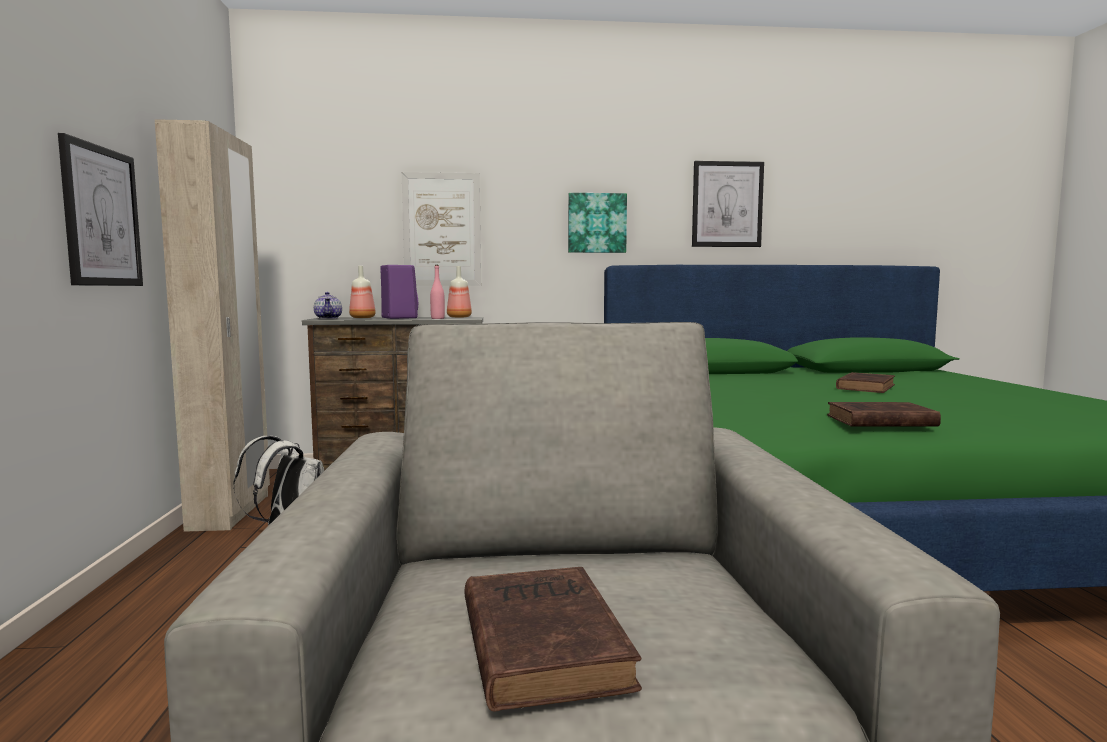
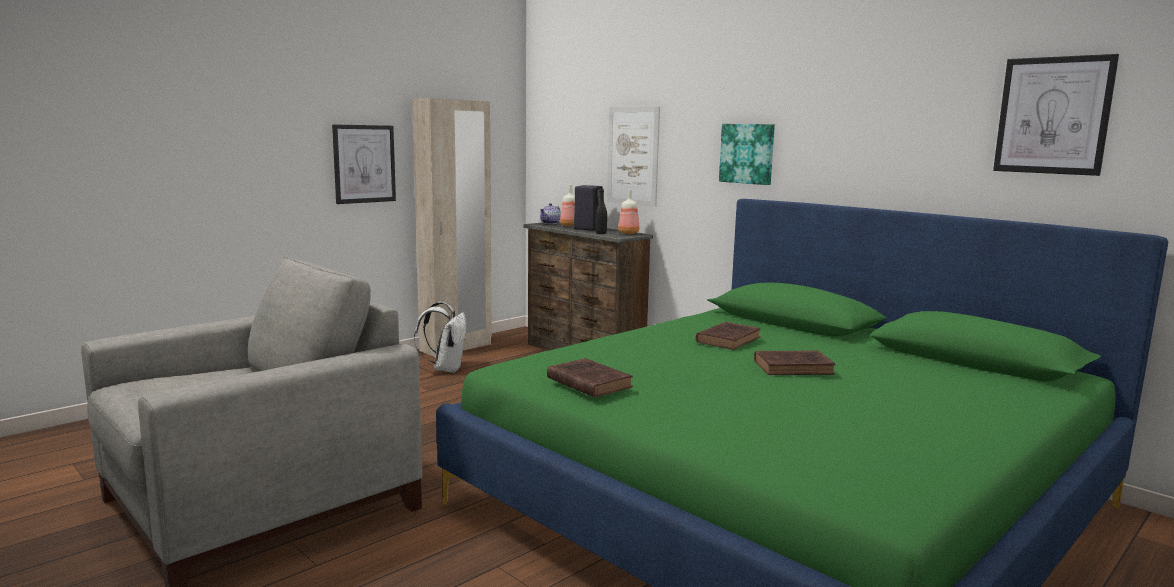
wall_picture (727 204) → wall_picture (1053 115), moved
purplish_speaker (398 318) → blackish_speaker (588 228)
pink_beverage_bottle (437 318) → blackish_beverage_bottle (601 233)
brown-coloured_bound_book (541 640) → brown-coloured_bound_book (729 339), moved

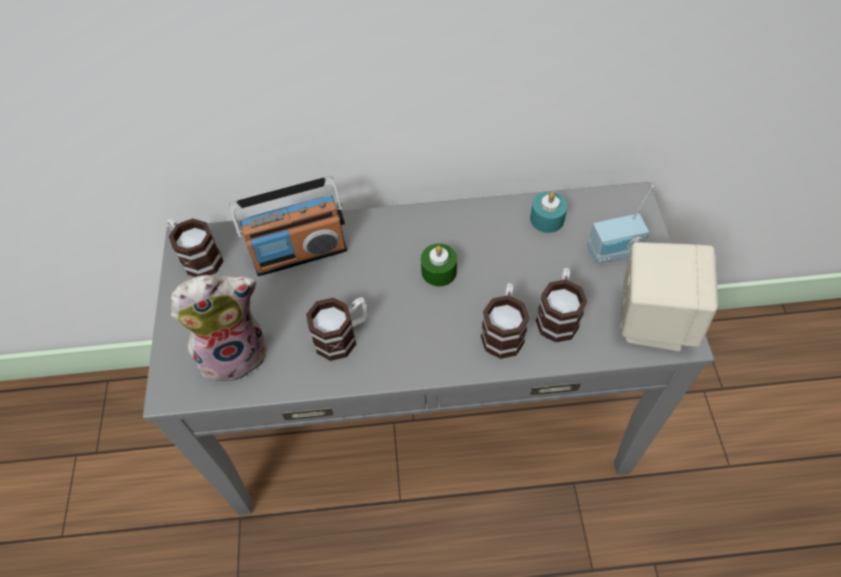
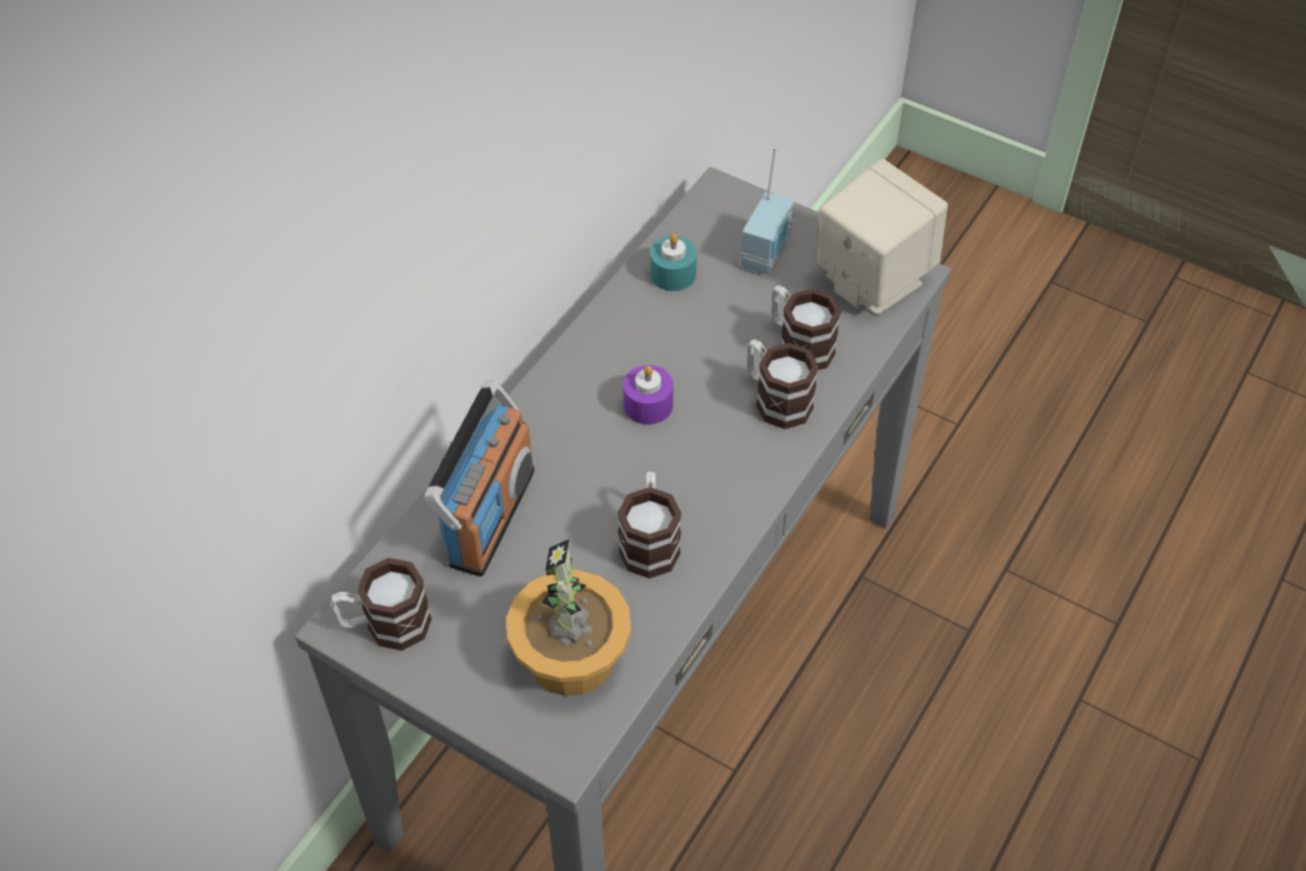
greenish_wax_light (439 271) → purplish_wax_light (648 405)
plush_toy (235 352) → houseplant (573 657)

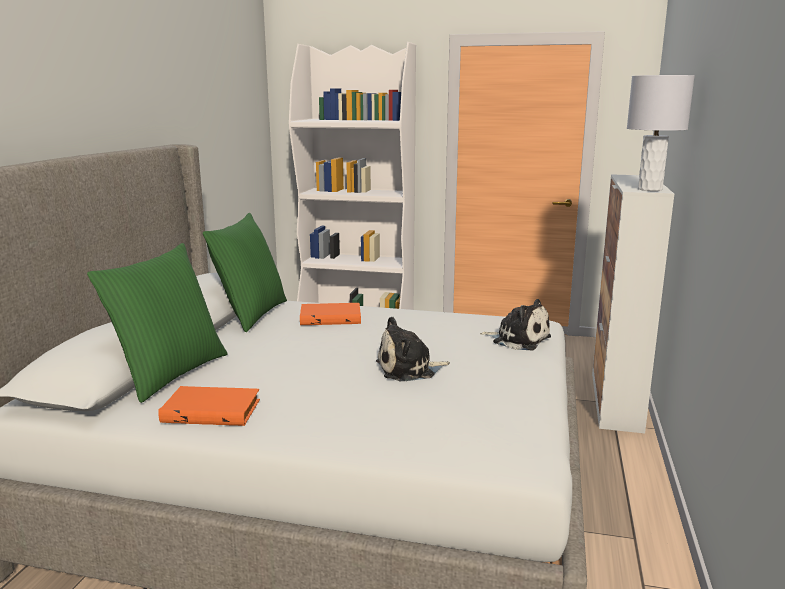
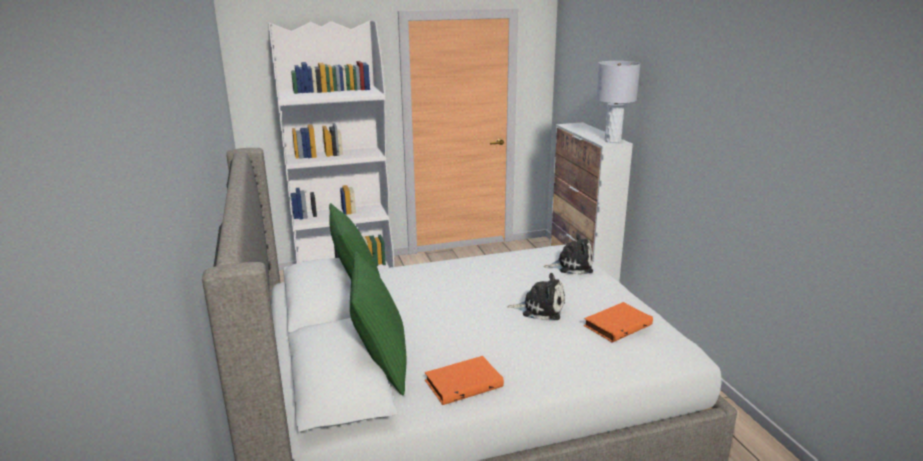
orange-coloured_bound_book (331 317) → orange-coloured_bound_book (616 324), moved
plush_toy (409 369) → plush_toy (540 309), 120 degrees counterclockwise

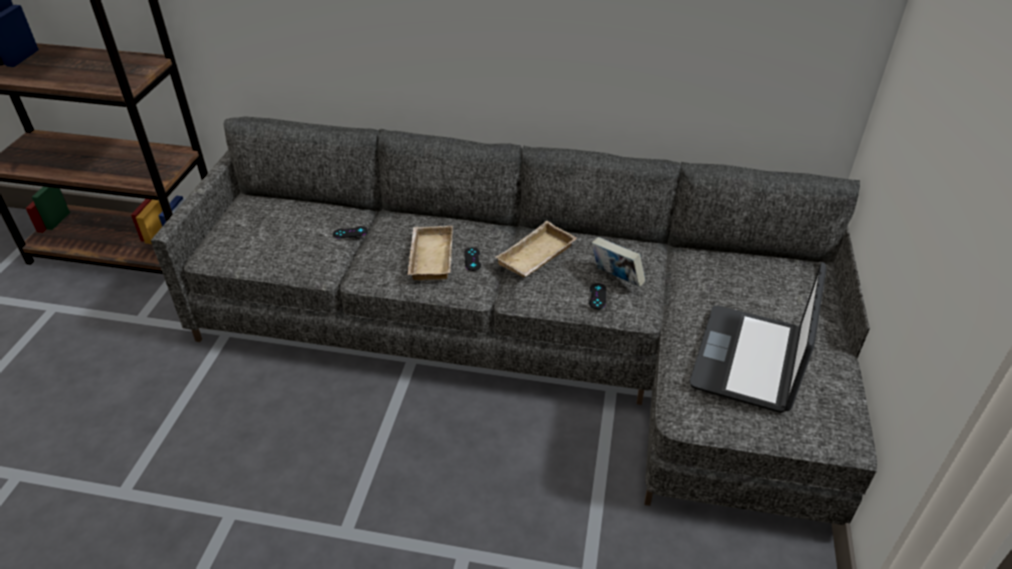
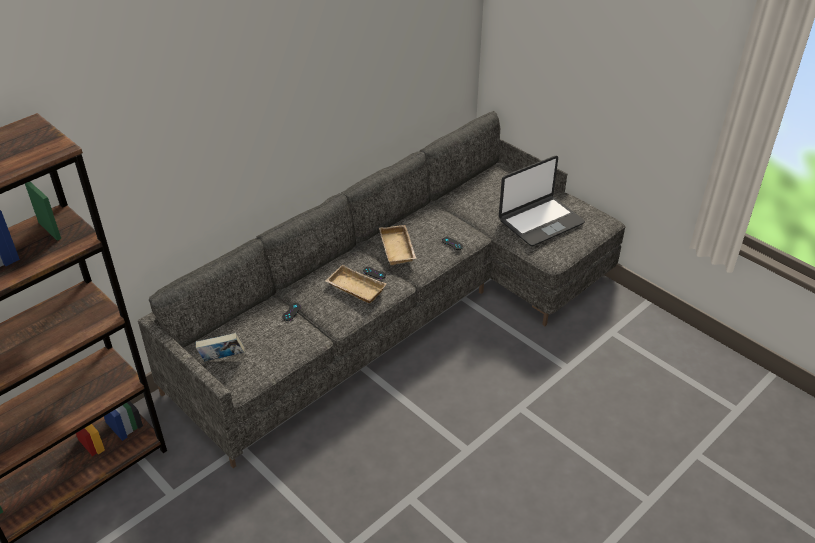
bound_book (616 279) → bound_book (222 359), moved
portable_computer (750 360) → portable_computer (540 221), 90 degrees counterclockwise

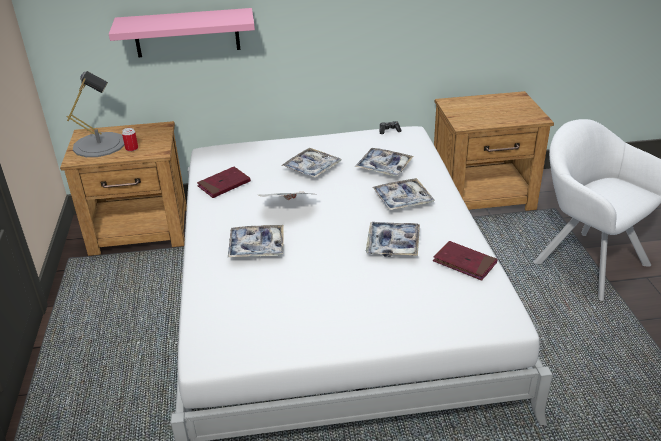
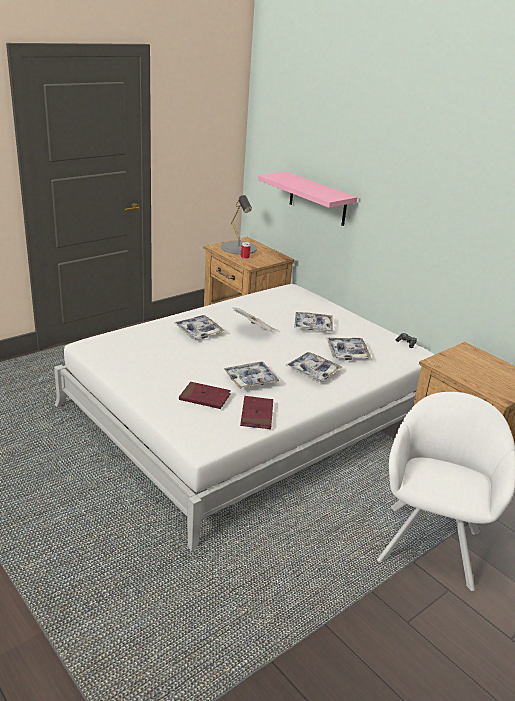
red-coloured_bound_book (224 184) → red-coloured_bound_book (205 397), moved

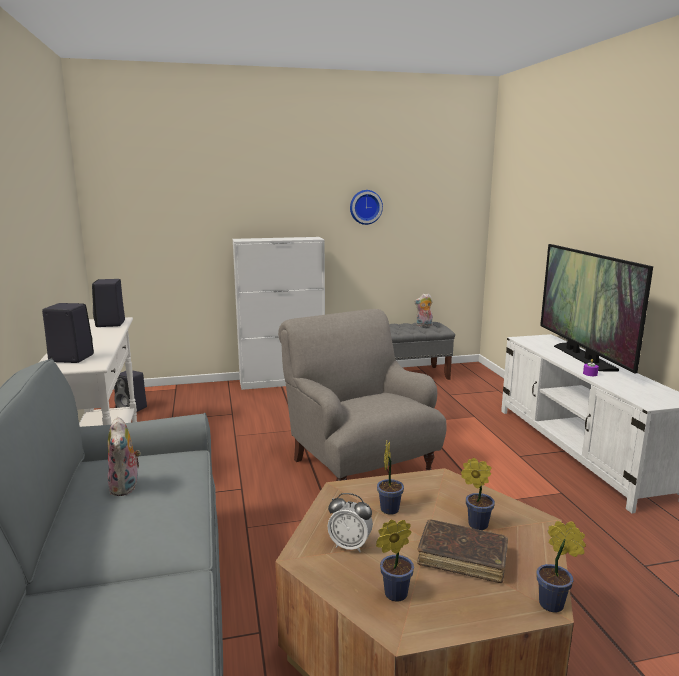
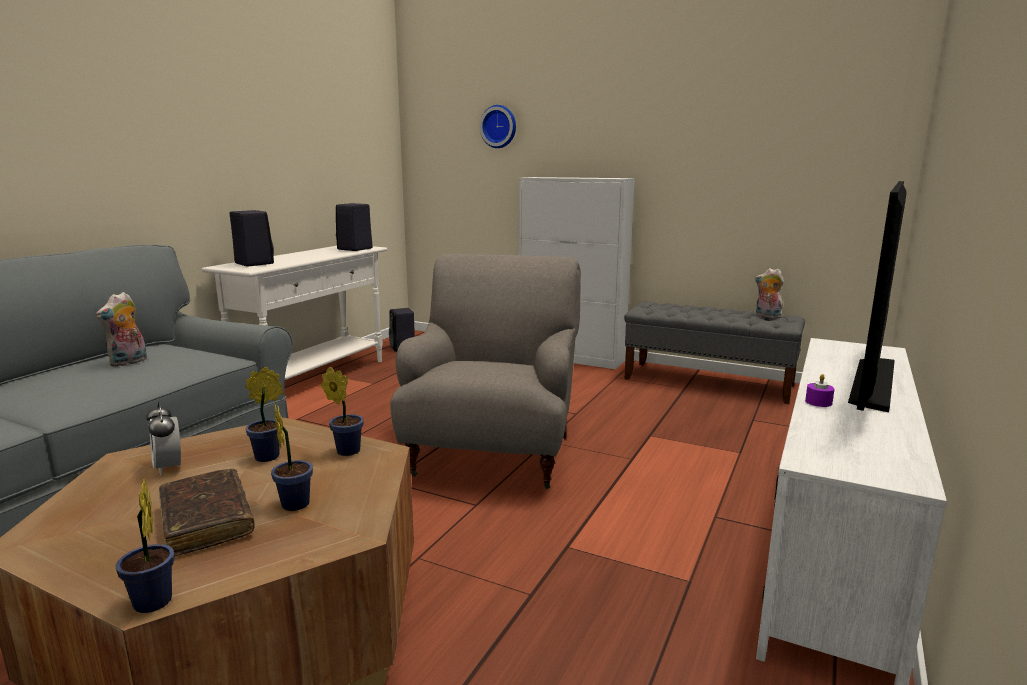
wall_clock (365 207) → wall_clock (499 126), moved
houseplant (392 594) → houseplant (346 450), moved

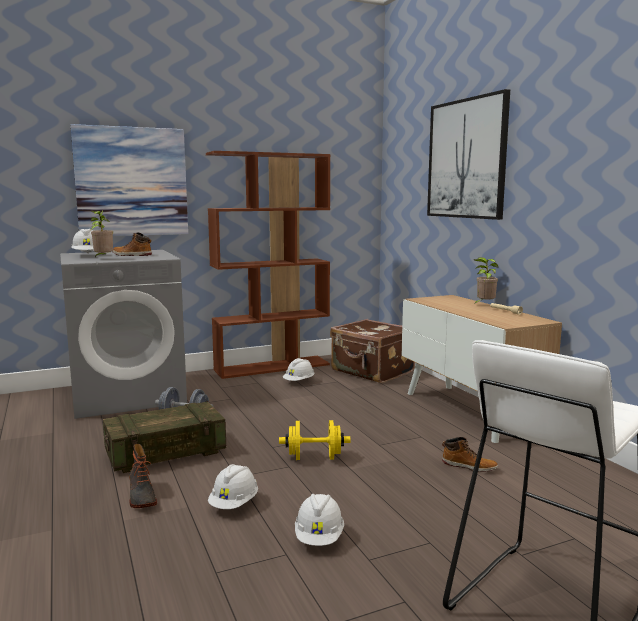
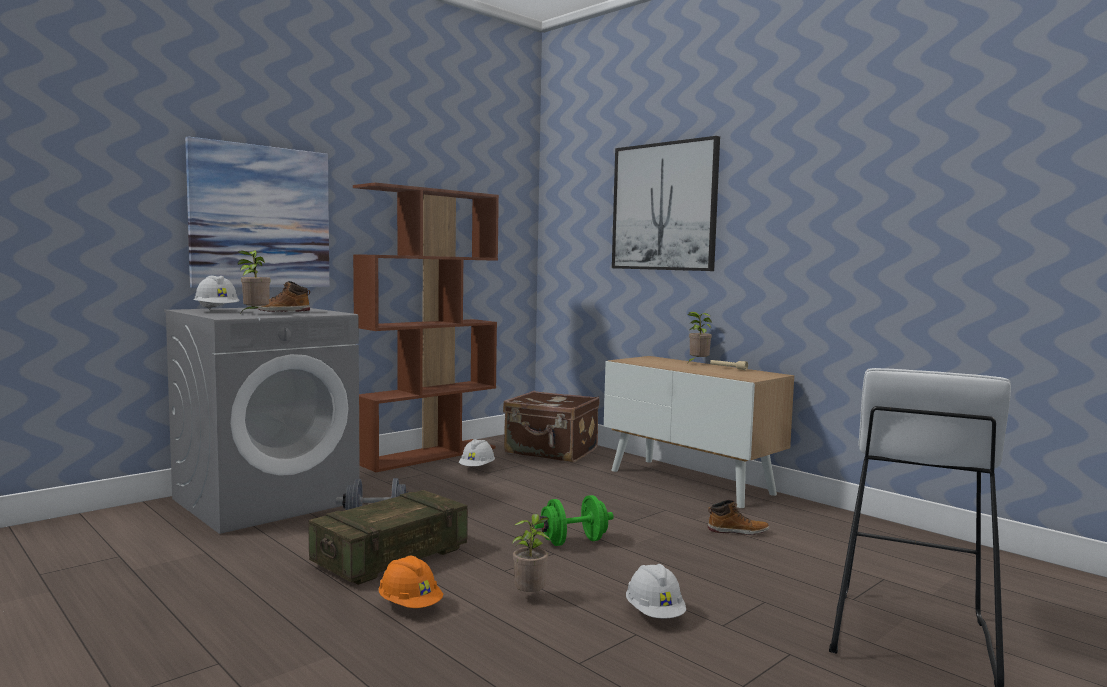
yellow_hand_weight (314 457) → greenish_hand_weight (573 541)
high-top_boot (141 497) → orange-coloured_hard_hat (410 605)
whitish_hard_hat (234 504) → houseplant (530 597)

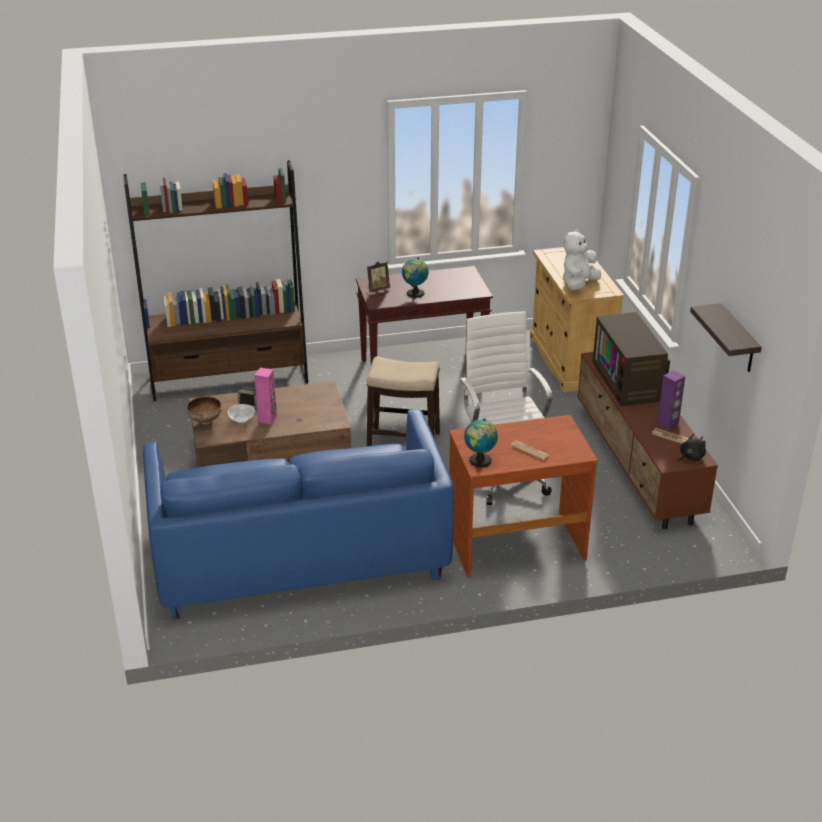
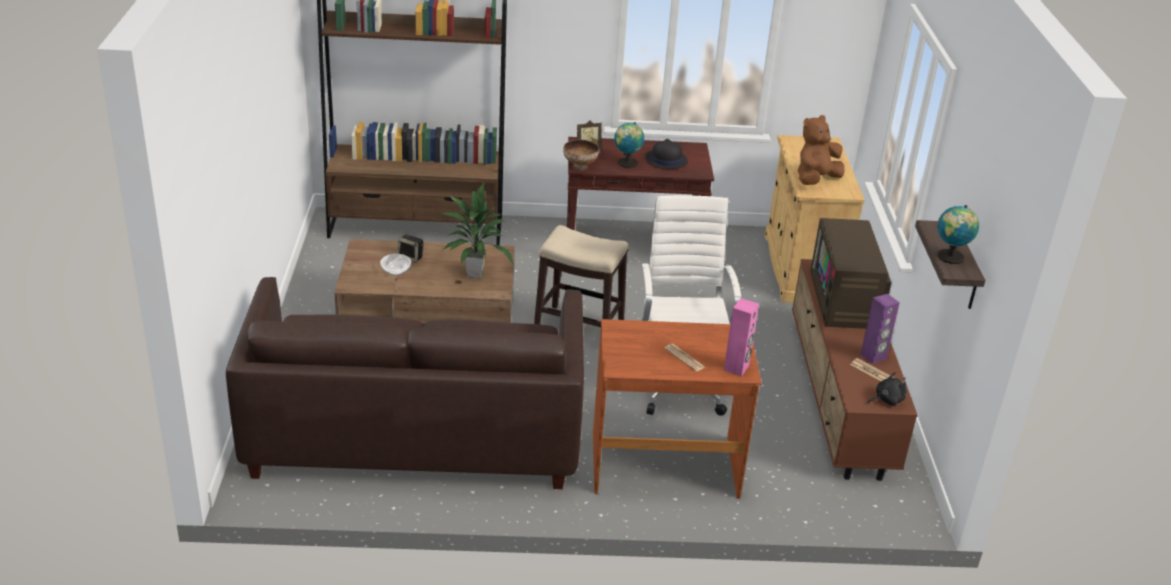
whitish_plush_toy (579 284) → brown-coloured_plush_toy (816 180)
pink_speaker (267 419) → pink_speaker (736 368), moved
deep_dish (206 422) → deep_dish (580 166), moved
bluish_sofa (299 556) → brown-coloured_sofa (415 434)
globe (479 461) → globe (950 257), moved
- → blackish_wearable_hat (666 160)
- → houseplant (474 274)

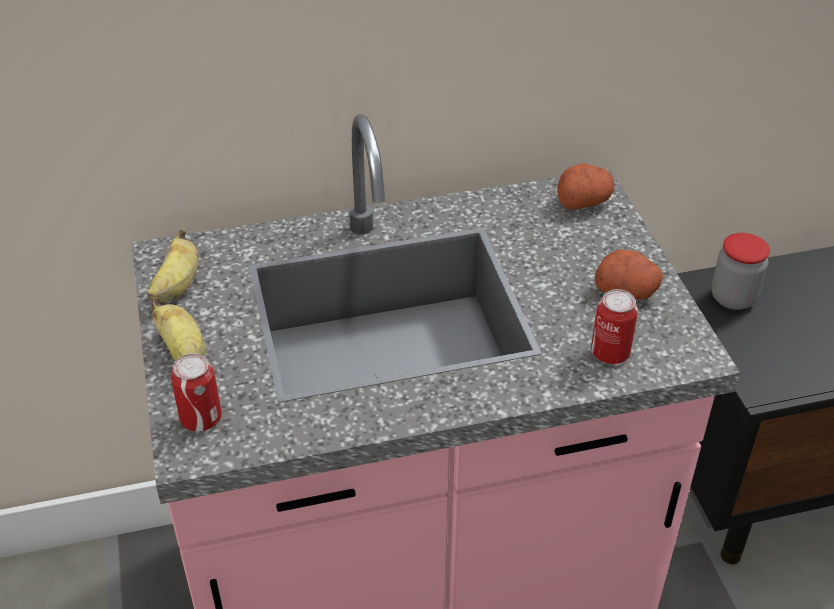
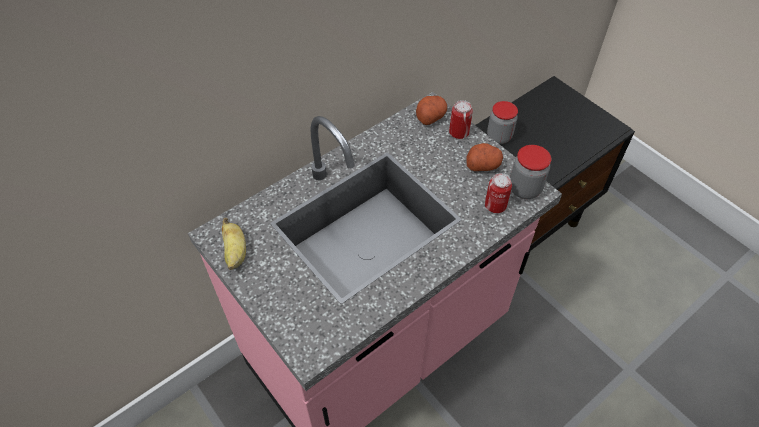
banana_fruit (183 352) → -
metal_can (201 418) → metal_can (459 133), moved
- → storage_jar (525 189)

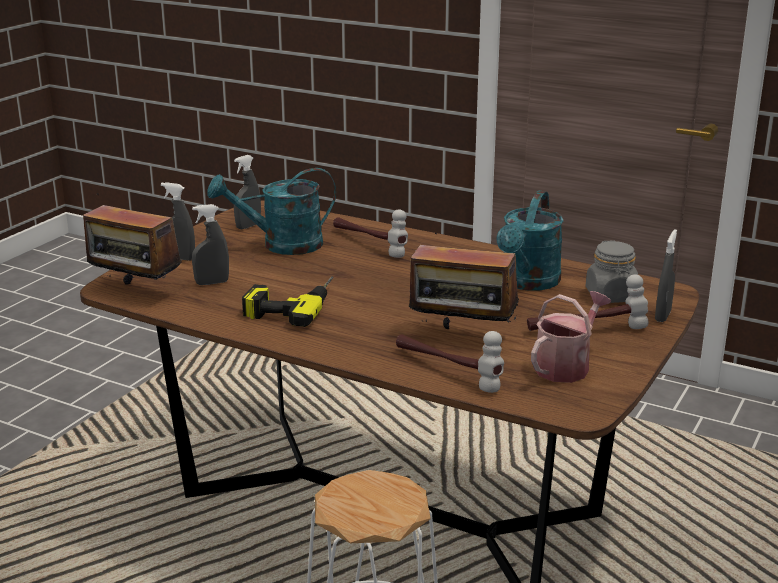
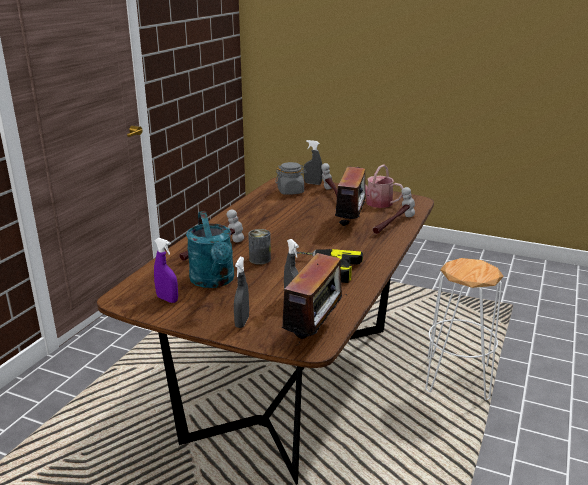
greyish_sprayer (248 226) → purplish_sprayer (167 299)
turquoise_watering_can (527 283) → -
- → metal_can (260 259)

